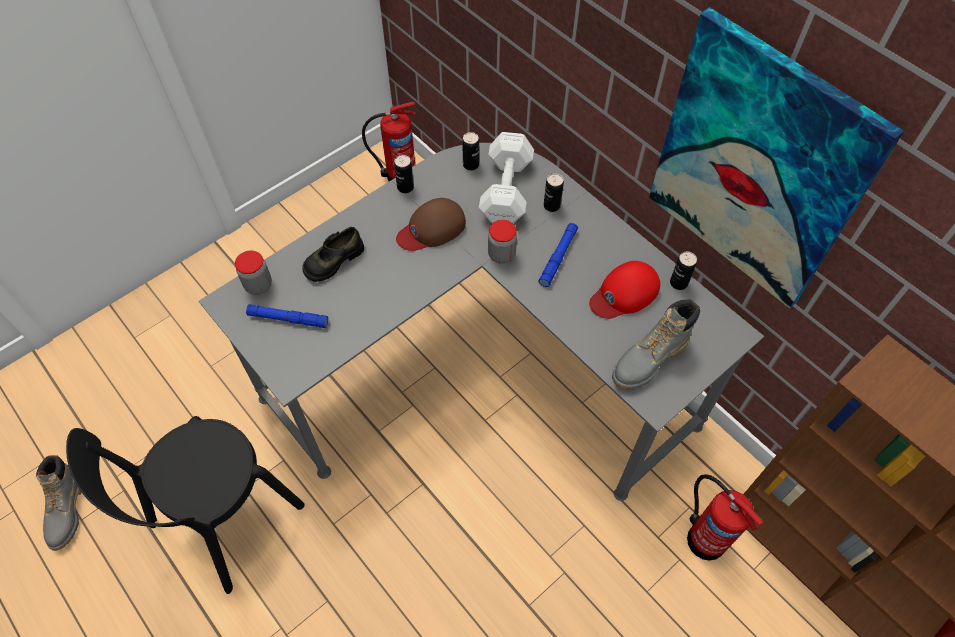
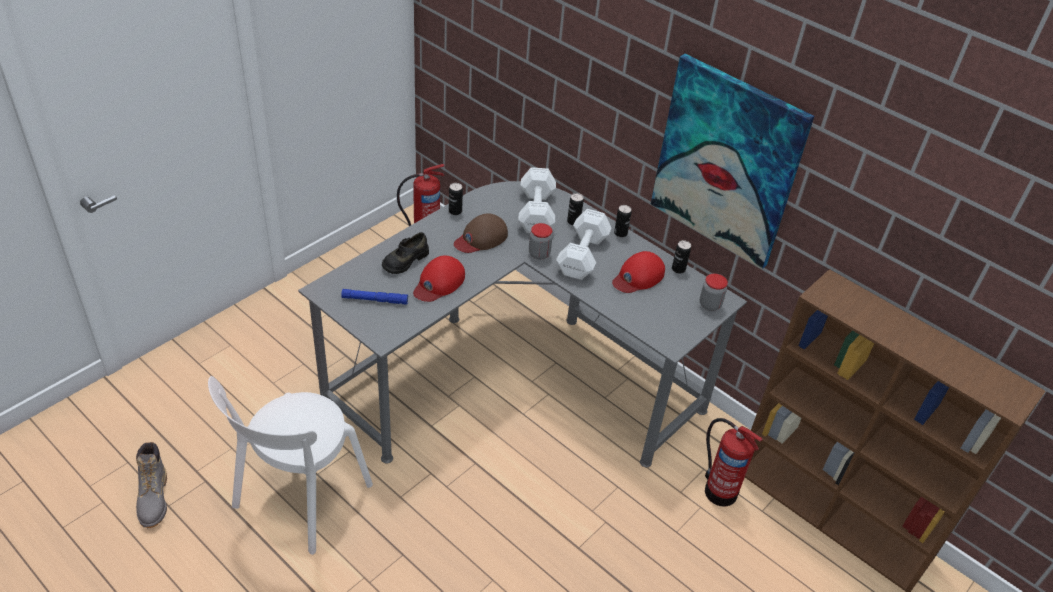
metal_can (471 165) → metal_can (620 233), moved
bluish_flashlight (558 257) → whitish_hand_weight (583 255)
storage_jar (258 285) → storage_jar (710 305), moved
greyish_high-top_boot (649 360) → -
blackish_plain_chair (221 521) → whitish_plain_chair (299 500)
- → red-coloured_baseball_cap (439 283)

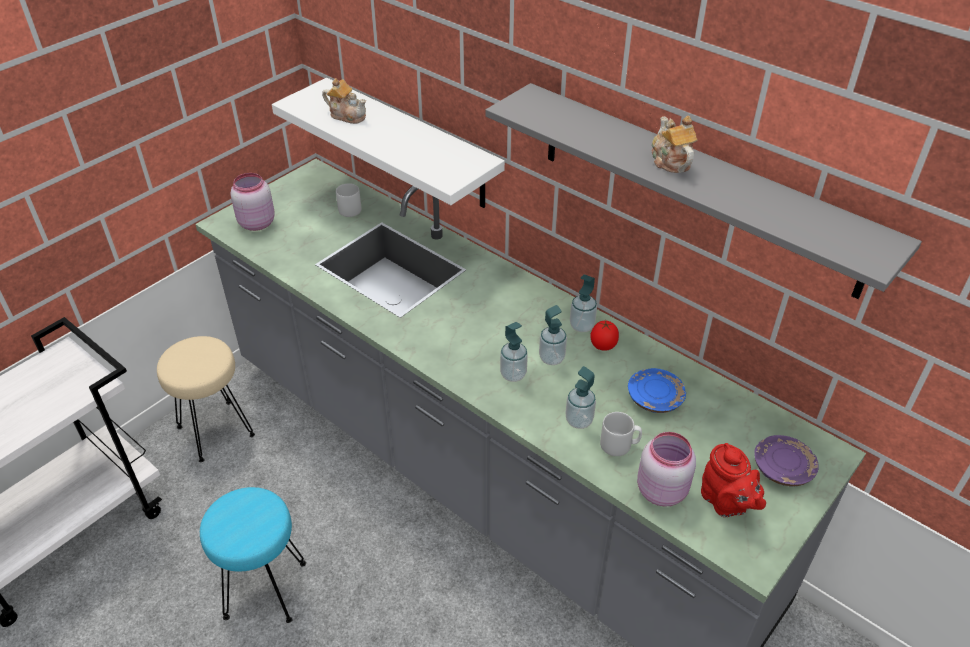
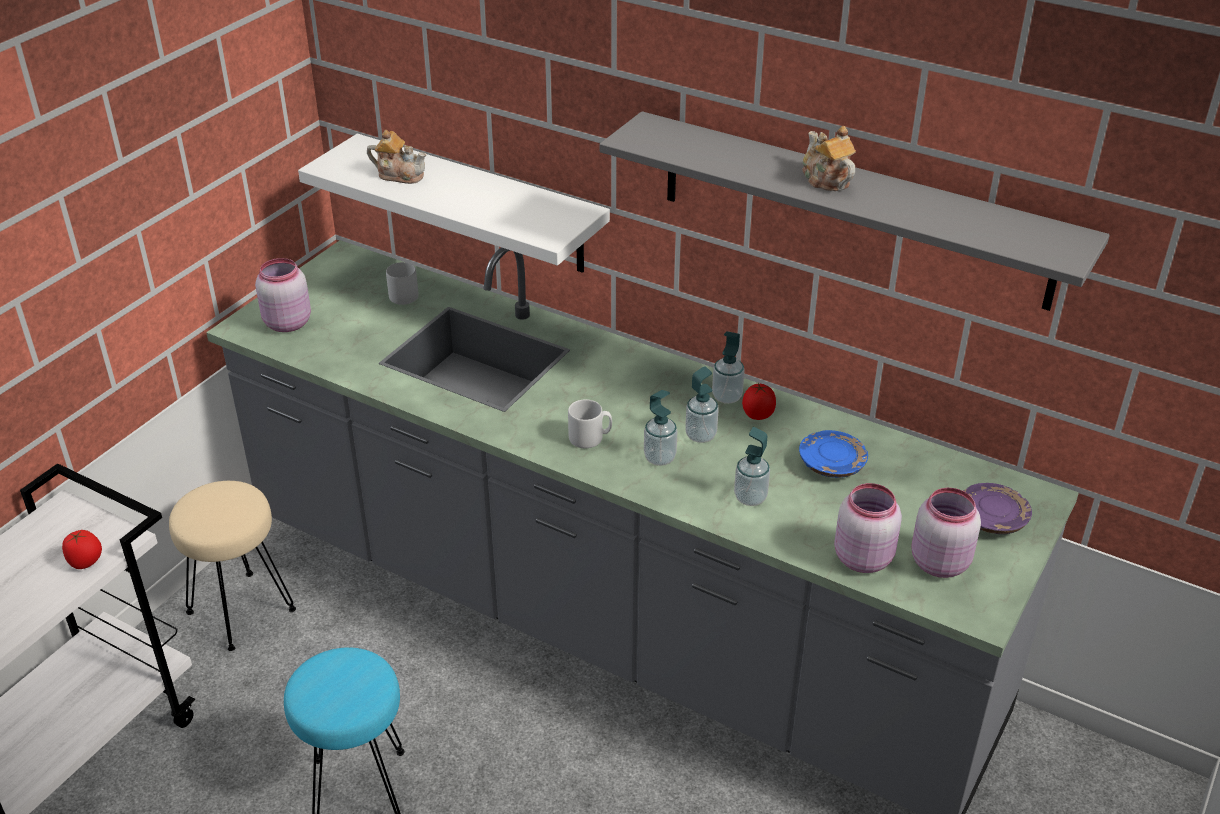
greyish_mug (619 445) → greyish_mug (590 438), moved
red-coloured_pot_for_tea (726 503) → pink_storage_jar (938 562)
- → tomato (86 562)

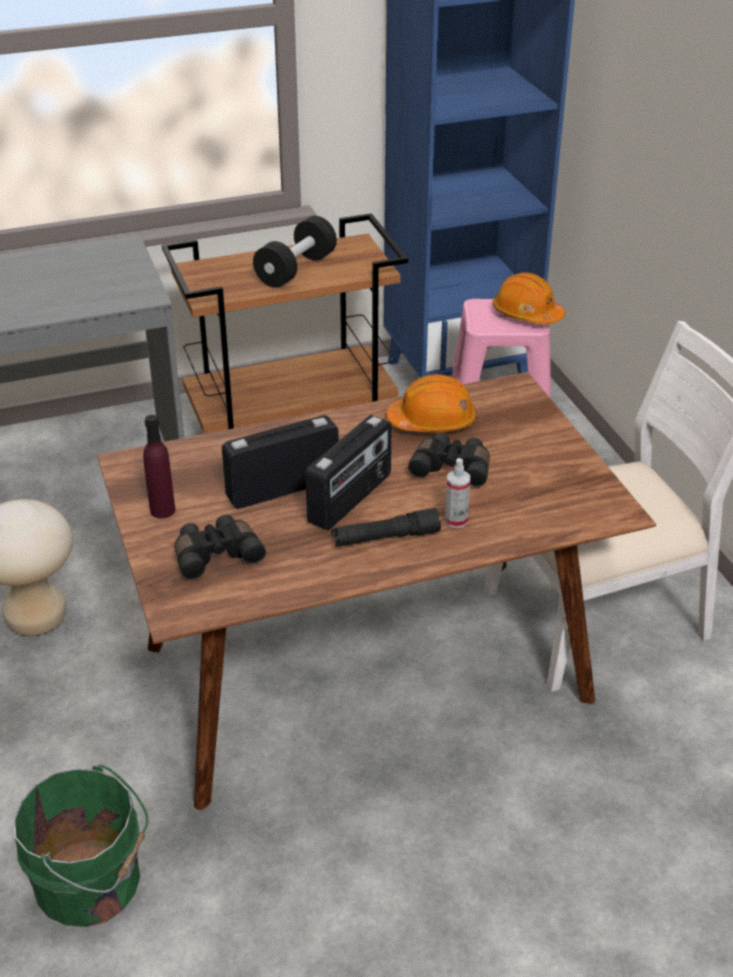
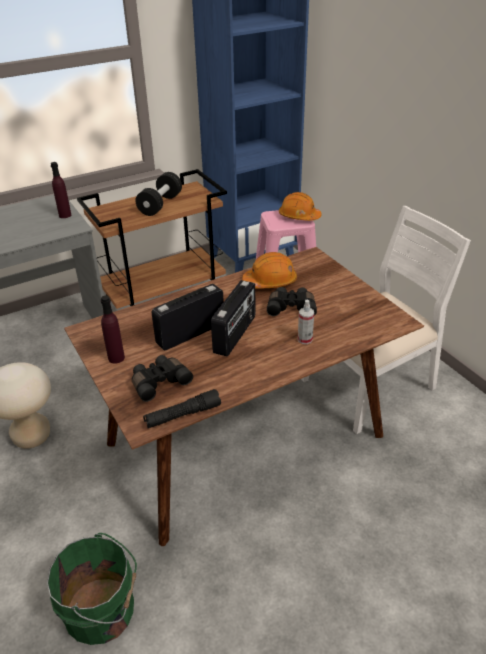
blackish_flashlight (386 538) → blackish_flashlight (183 415), moved
- → purplish_beverage_bottle (65 215)

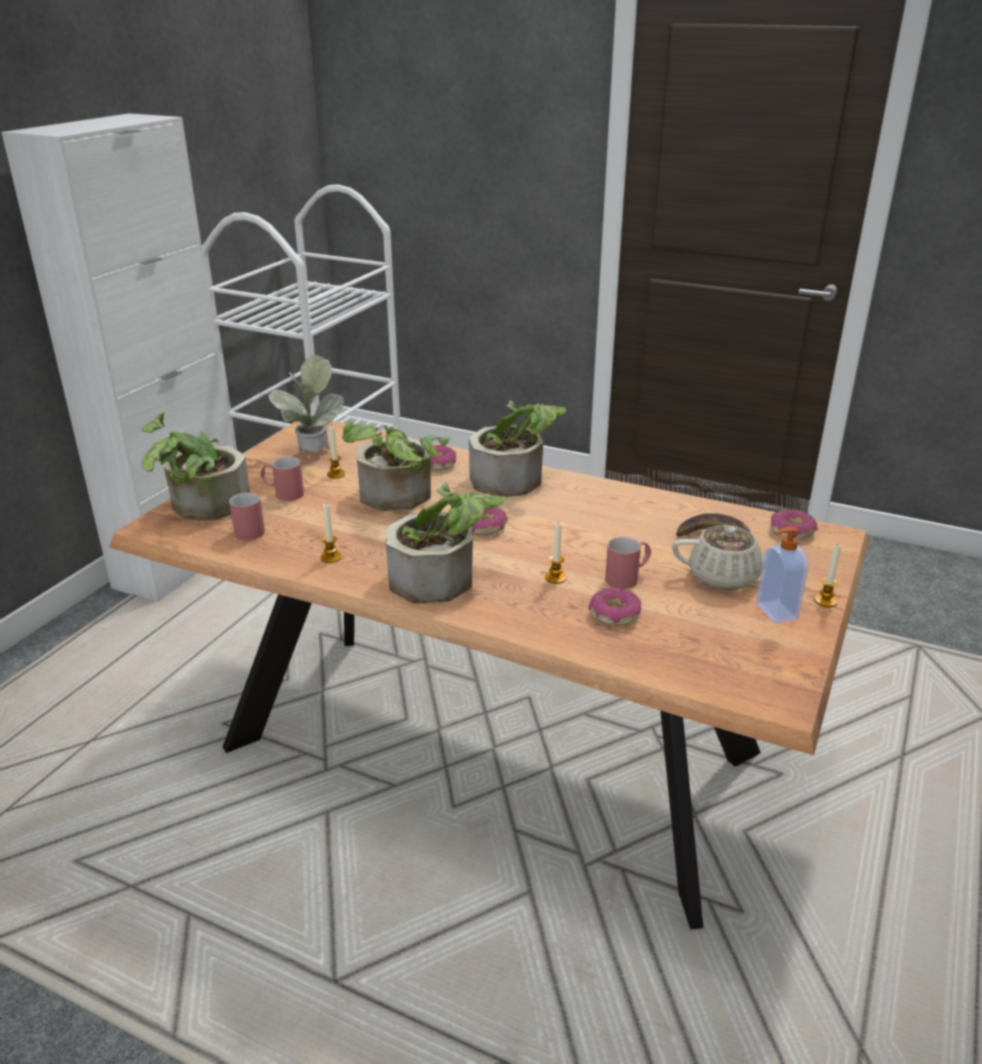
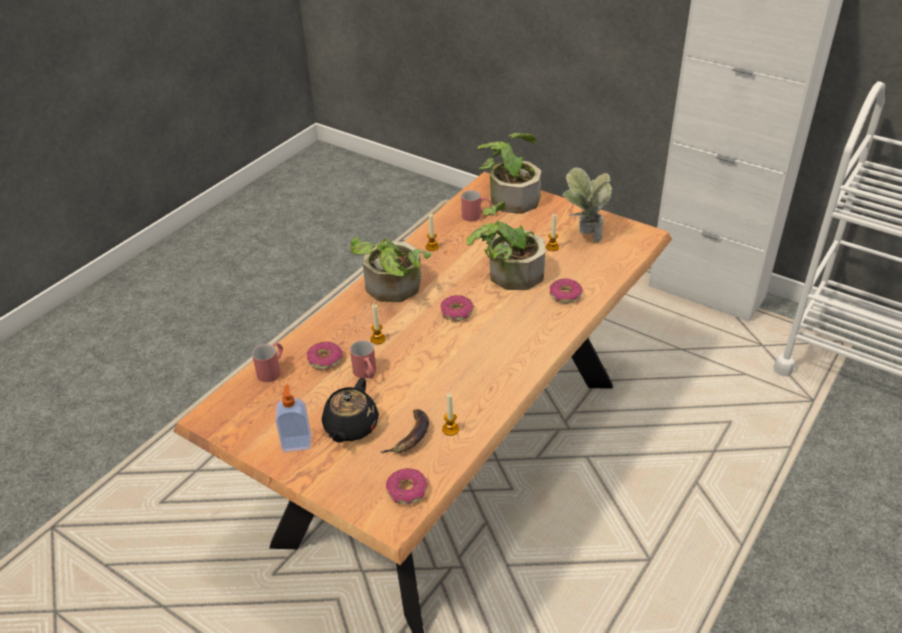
houseplant (516 479) → -
red-coloured_mug (283 493) → red-coloured_mug (272 370), moved
beige_pot_for_tea (725 577) → blackish_pot_for_tea (350 427)
wax_light (825 601) → wax_light (450 429), moved

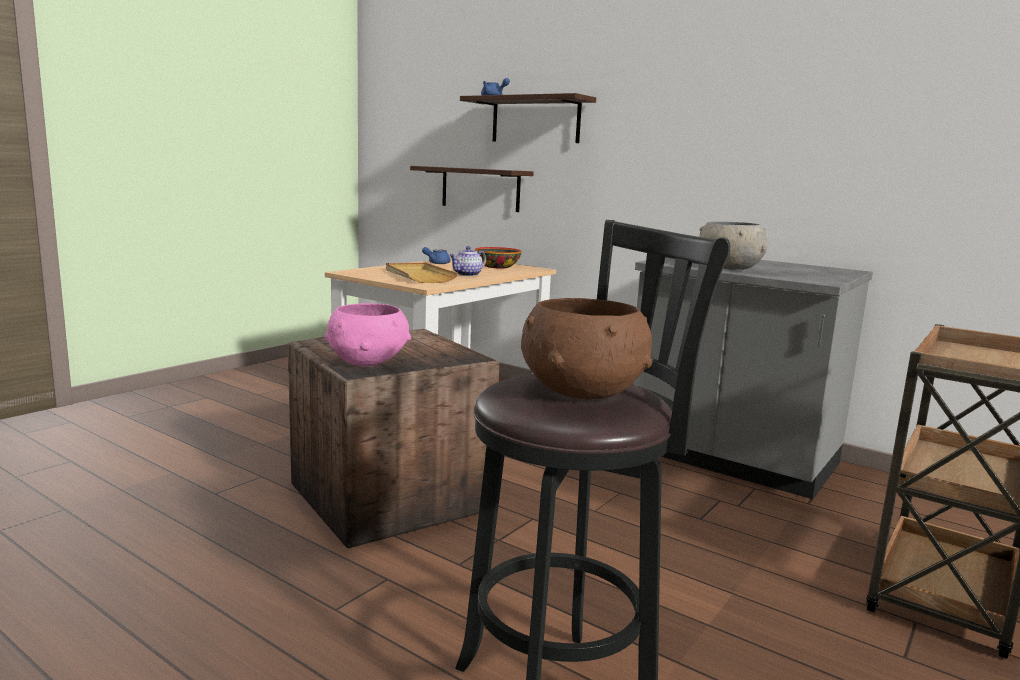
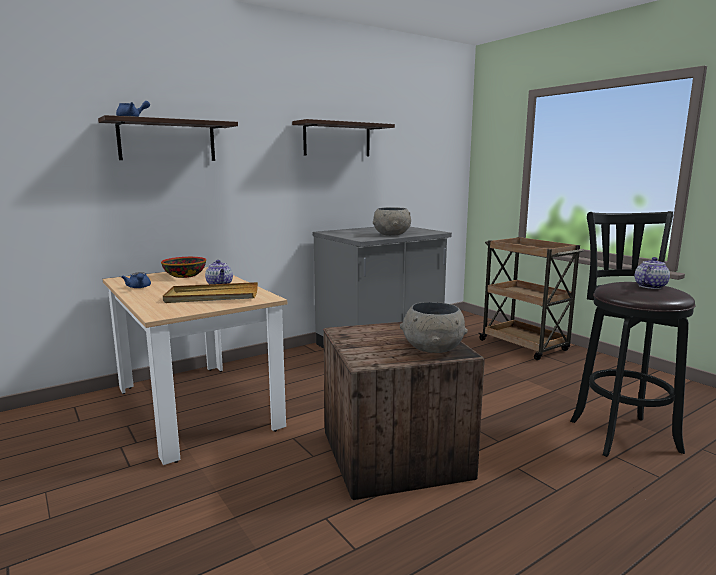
shelf (480 188) → shelf (337 139), moved
brown-coloured_deep_dish (582 391) → pot_for_tea (650 286)
pink_deep_dish (368 362) → greyish_deep_dish (433 348)

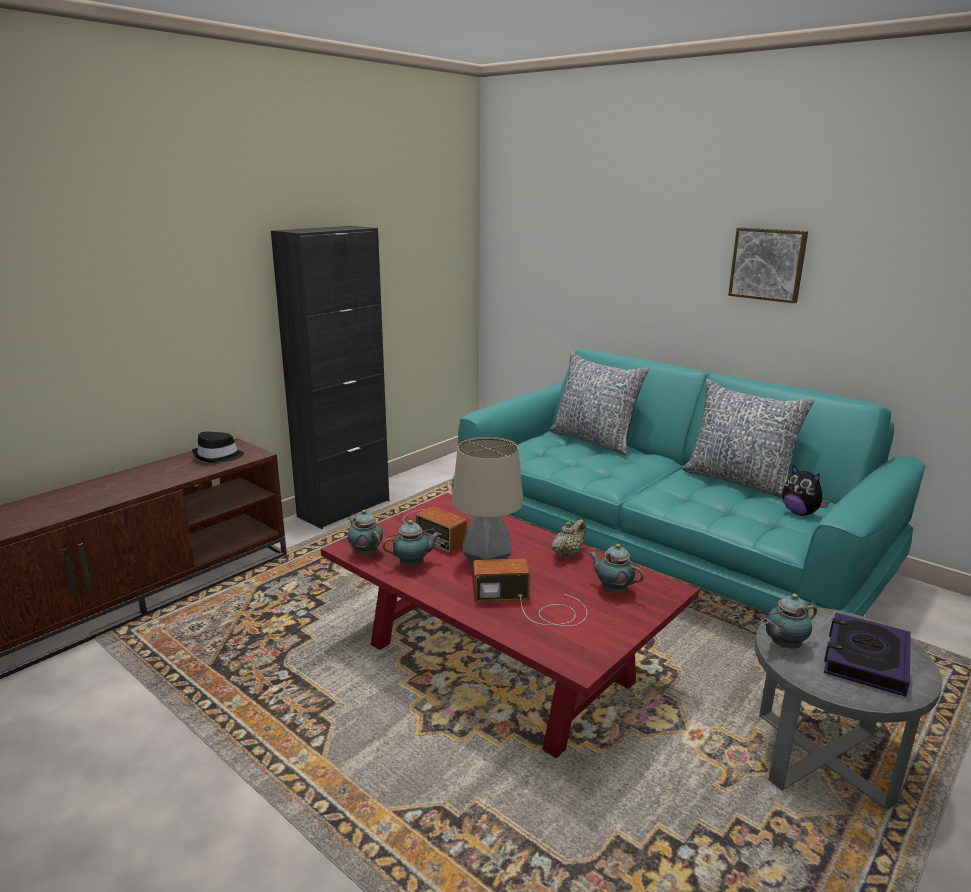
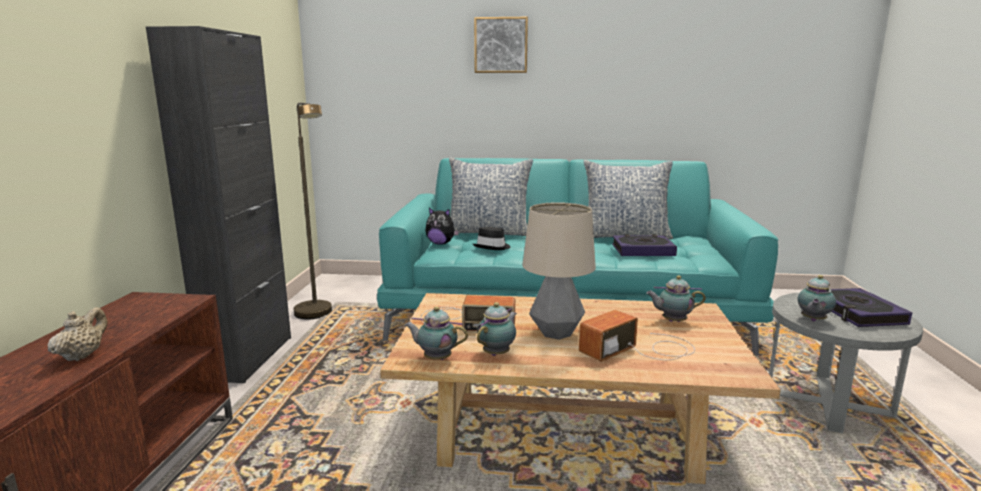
wall_picture (768 264) → wall_picture (501 45), moved
blackish_wearable_hat (218 456) → blackish_wearable_hat (492 247), moved
plush_toy (800 513) → plush_toy (441 243), moved
red-coloured_coffee_table (499 663) → beige_coffee_table (566 432)
beige_pot_for_tea (567 554) → beige_pot_for_tea (82 355), moved
- → brown-coloured_standard_lamp (317 315)
- → bound_book (643 250)

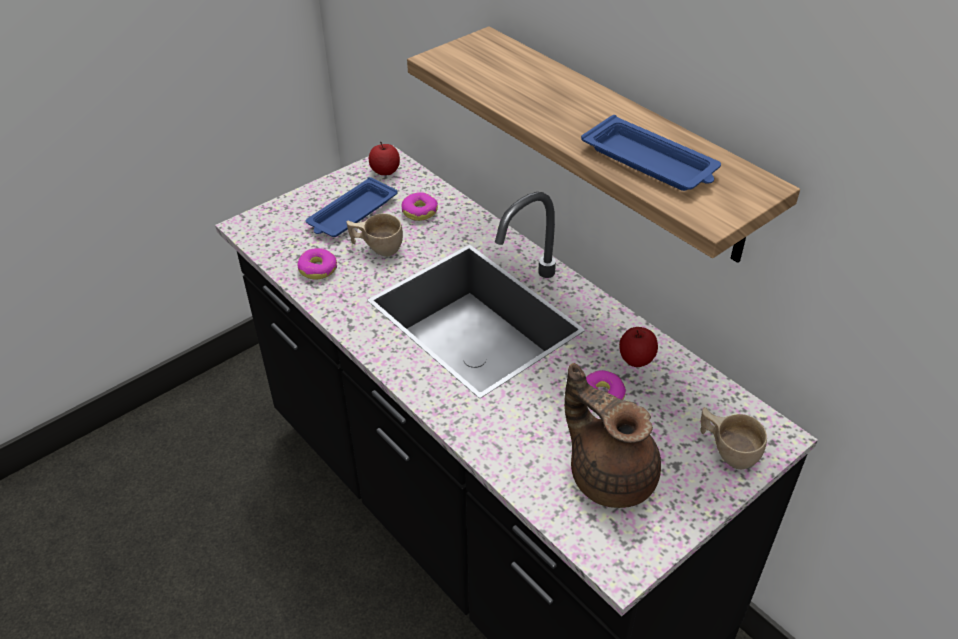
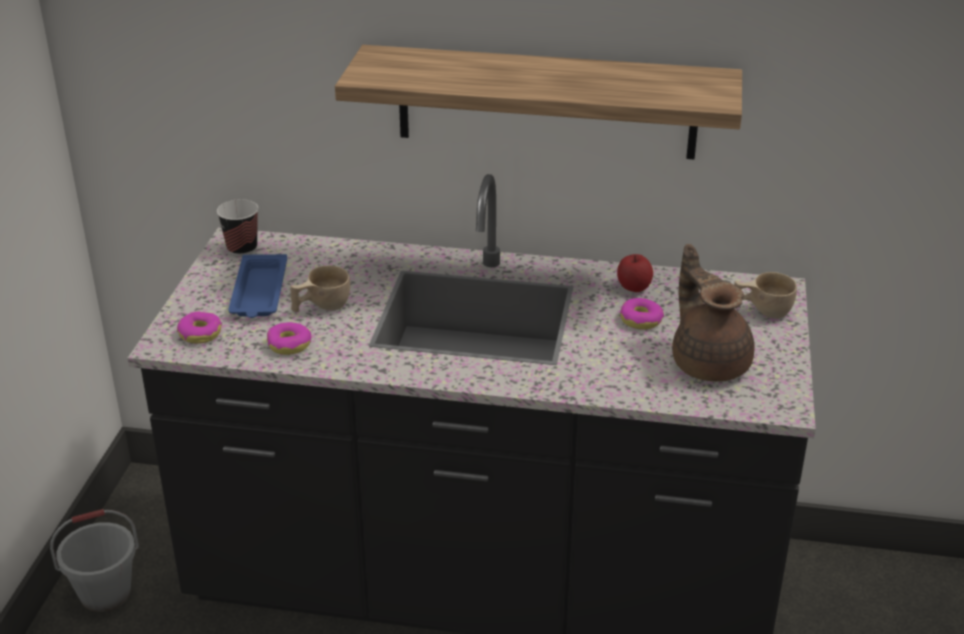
bluish_serving_tray (650 162) → -
apple (385 171) → drinking_cup (242 249)
donut (419 211) → donut (200 333), moved
brown-coloured_pot_for_tea (609 474) → brown-coloured_pot_for_tea (709 362), 60 degrees clockwise
- → greyish_bucket (106 593)

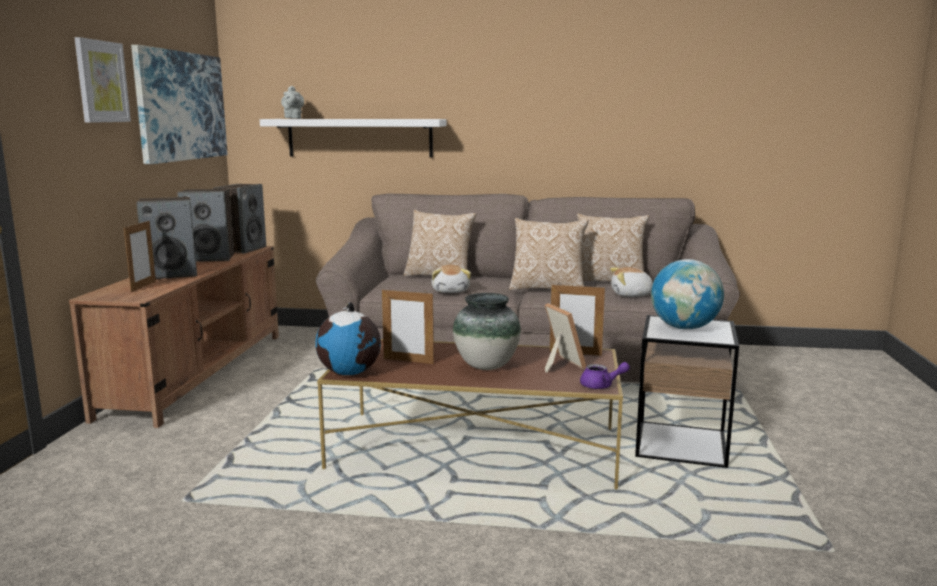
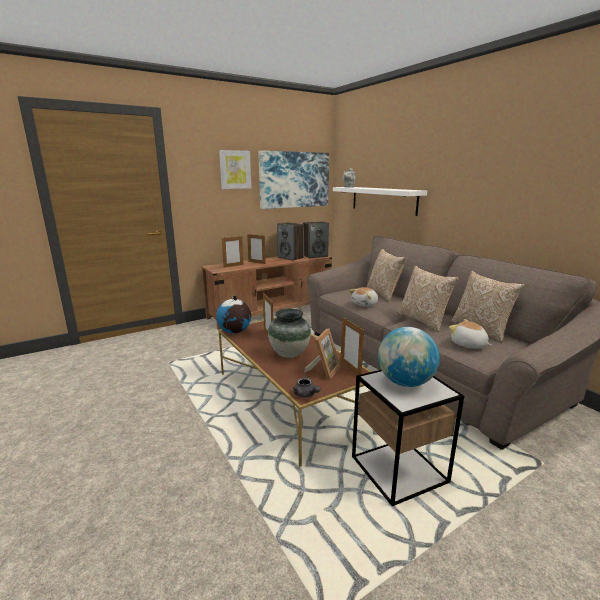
speaker (172 274) → photo_frame (256 262)
purplish_pot_for_tea (601 386) → greyish_pot_for_tea (306 395)

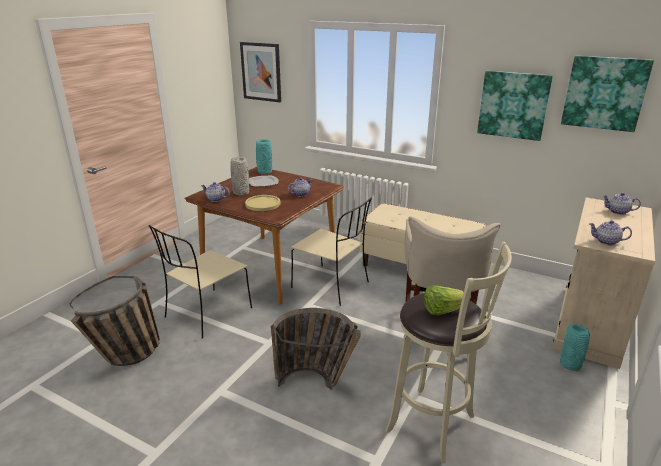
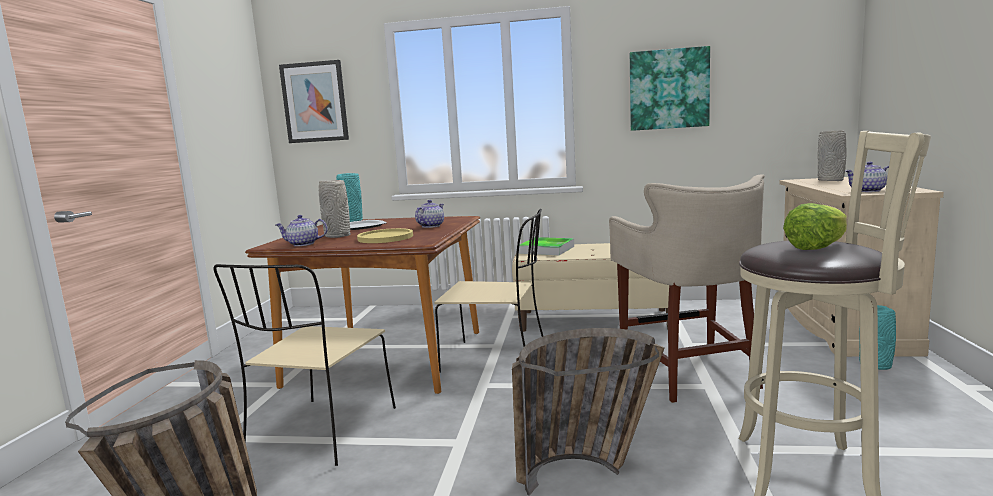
wall_picture (604 93) → -
pot_for_tea (617 212) → greyish_decorative_vase (831 180)
- → serving_tray (547 250)

